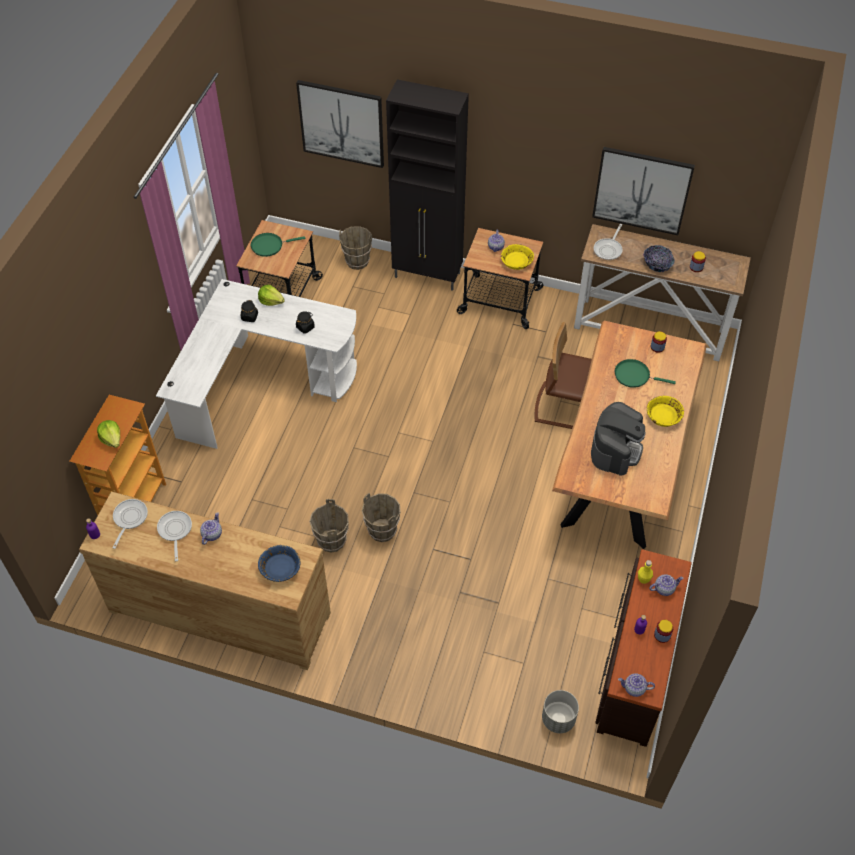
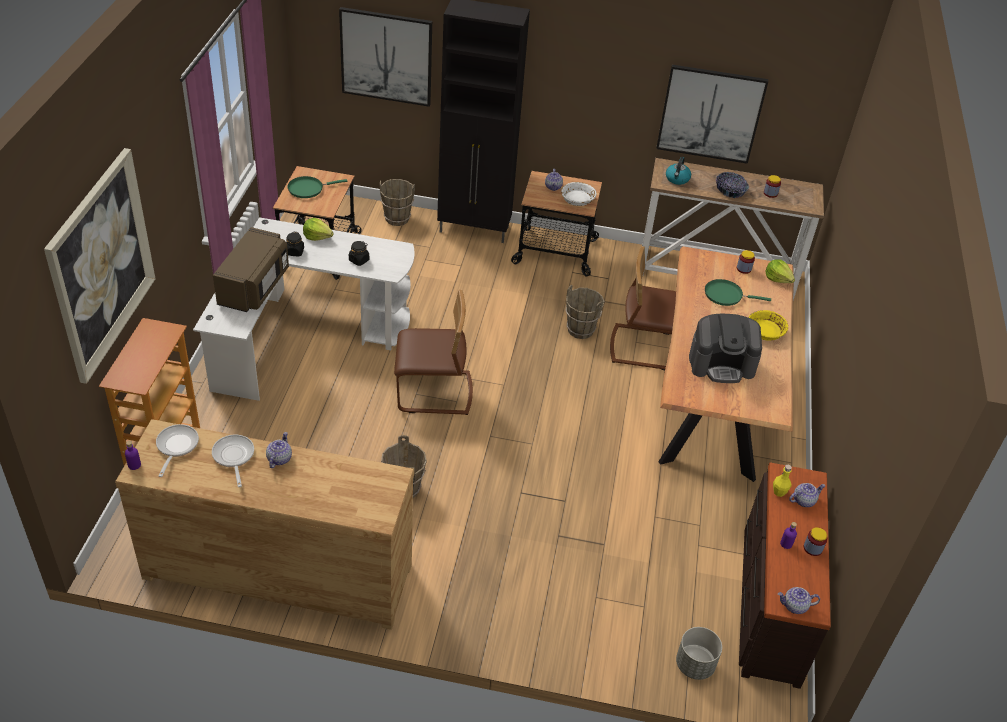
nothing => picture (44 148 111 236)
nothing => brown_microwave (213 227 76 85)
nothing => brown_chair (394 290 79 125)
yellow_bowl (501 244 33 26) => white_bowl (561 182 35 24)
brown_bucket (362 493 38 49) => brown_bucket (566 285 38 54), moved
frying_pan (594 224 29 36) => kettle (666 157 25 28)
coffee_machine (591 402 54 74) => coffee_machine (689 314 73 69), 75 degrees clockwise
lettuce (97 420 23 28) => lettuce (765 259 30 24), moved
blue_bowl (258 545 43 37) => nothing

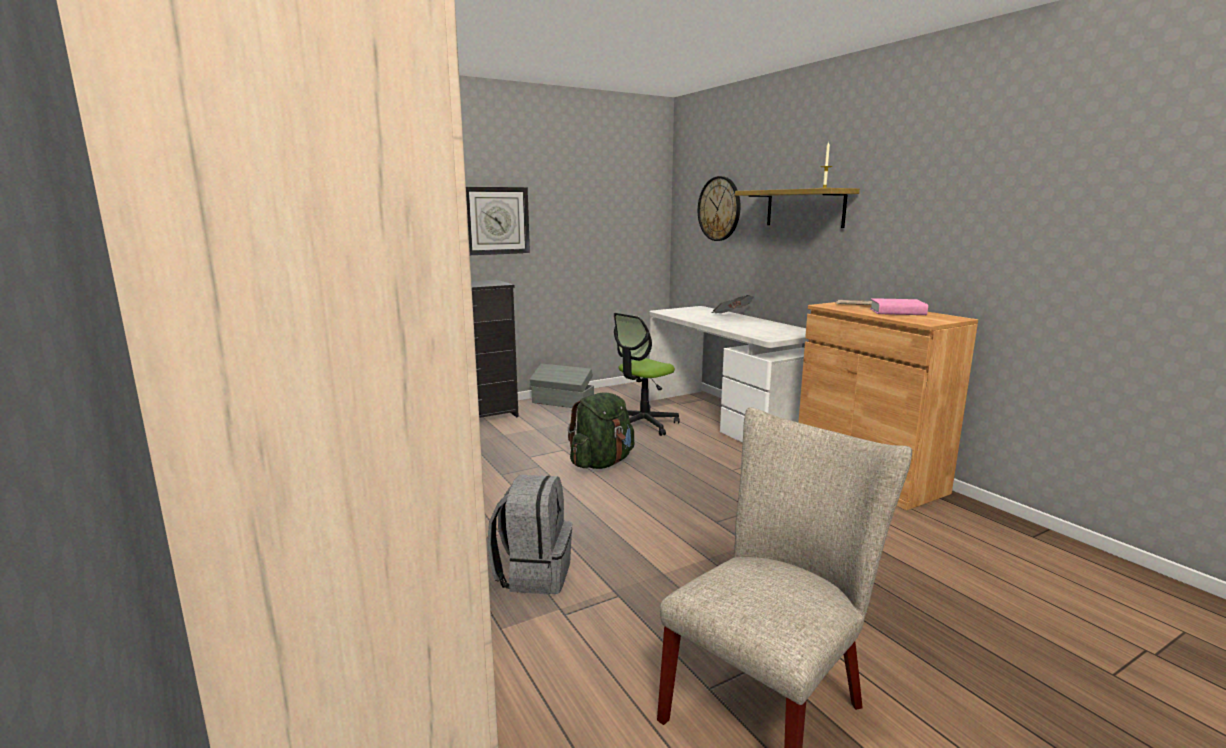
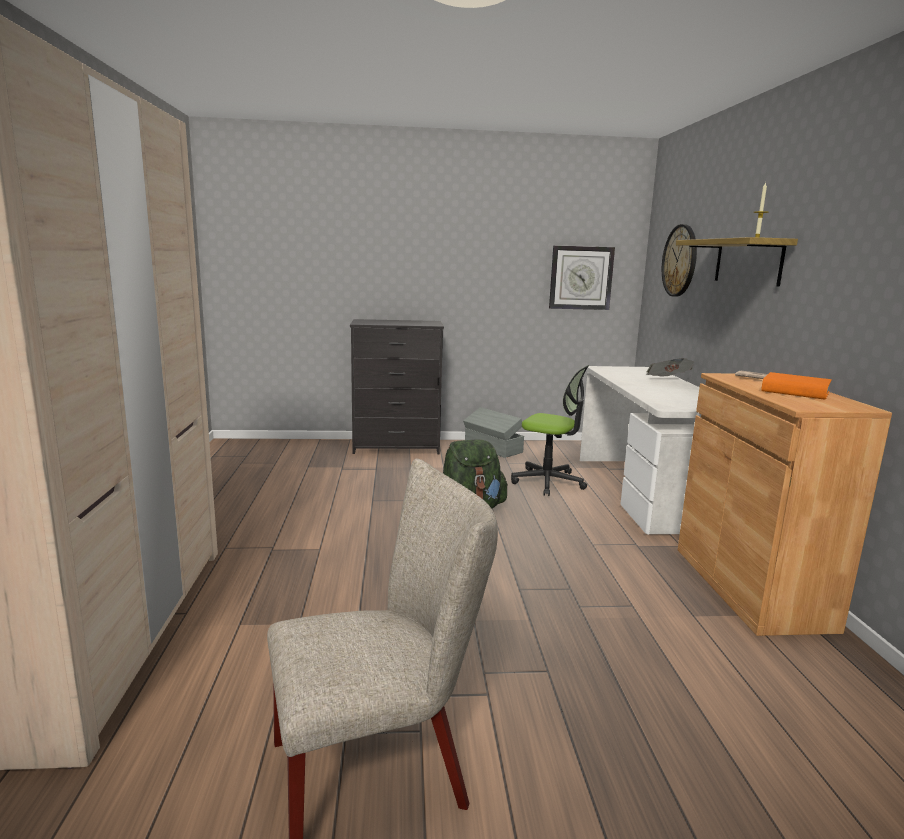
office_chair (614 313 66 123) => office_chair (511 365 78 131), 135 degrees counterclockwise
wall_clock (466 186 64 69) => wall_clock (549 245 66 65), moved
pink_book (870 298 58 17) => orange_book (761 372 71 28)
grey_backpack (488 475 84 119) => nothing

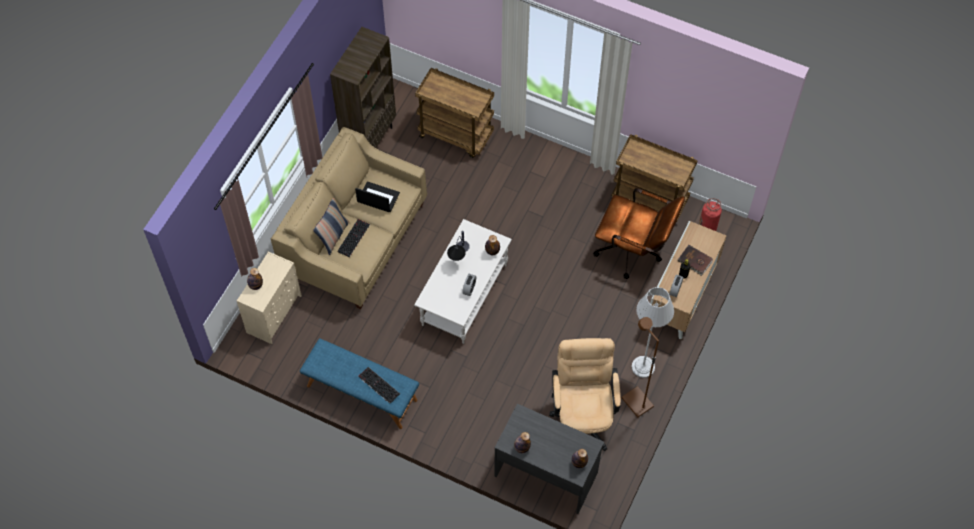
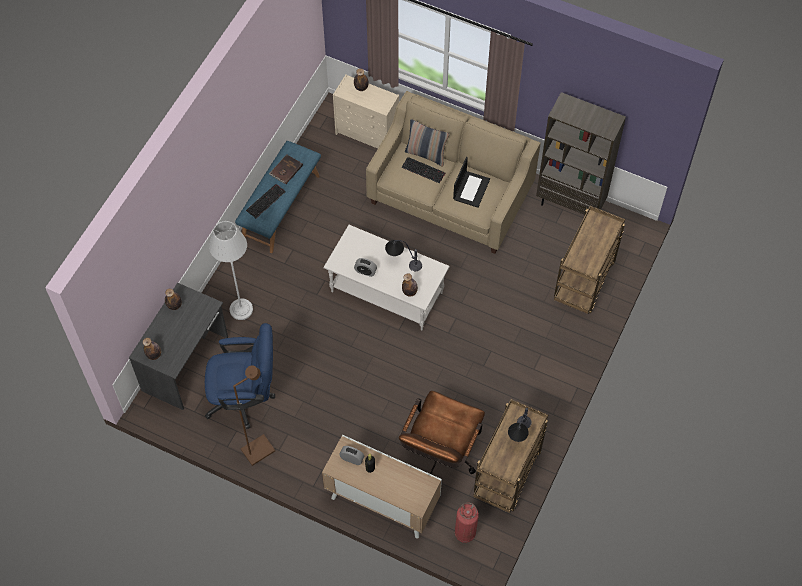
beige_office_chair (549 338 72 114) => blue_office_chair (205 323 70 106)
grey_floor_lamp (632 287 42 91) => grey_floor_lamp (209 221 44 99), moved
brown_book (678 245 35 31) => brown_book (269 154 34 30), moved
nothing => table_lamp (508 408 24 34)

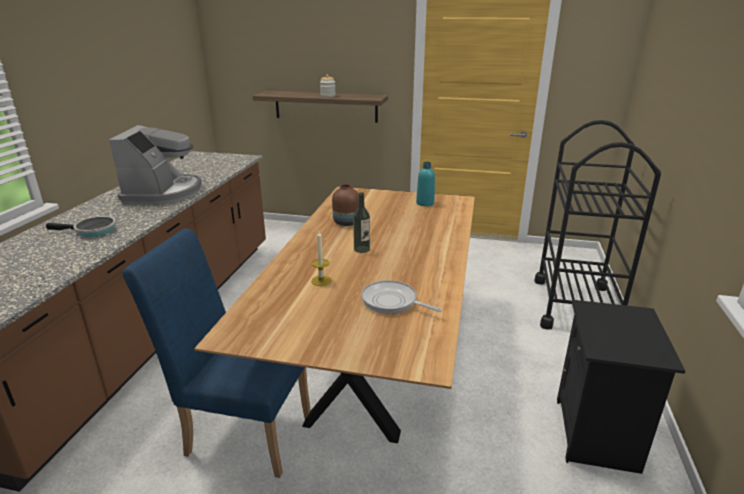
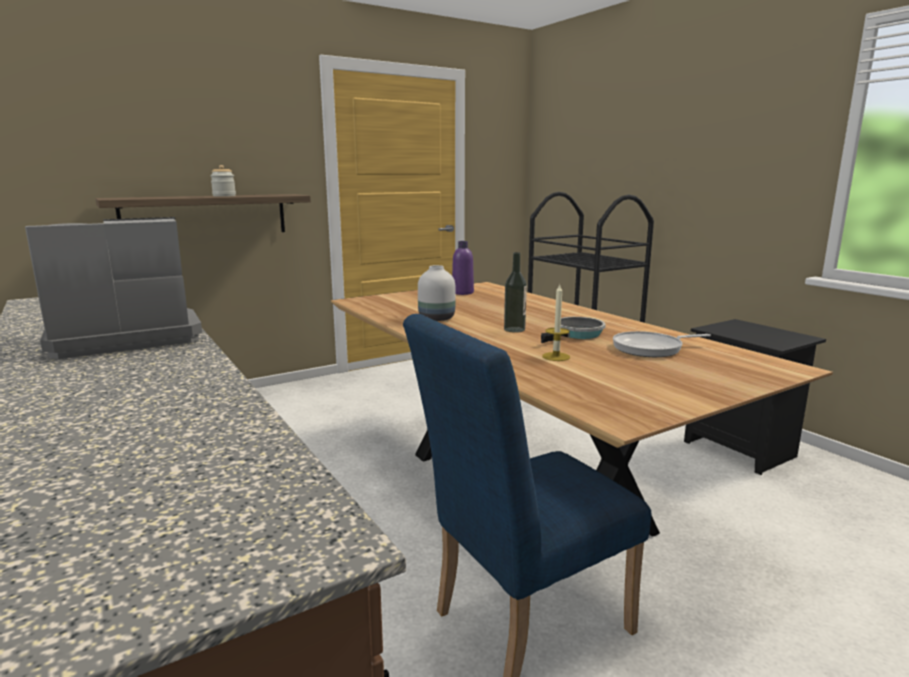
coffee_machine (109 125 93 80) => coffee_machine (25 217 177 142), 75 degrees counterclockwise
brown_vase (332 184 27 42) => white_vase (418 265 38 56)
turquoise_bottle (416 162 19 44) => purple_bottle (452 241 22 54)
frying_pan (46 216 70 21) => frying_pan (541 317 65 26), moved

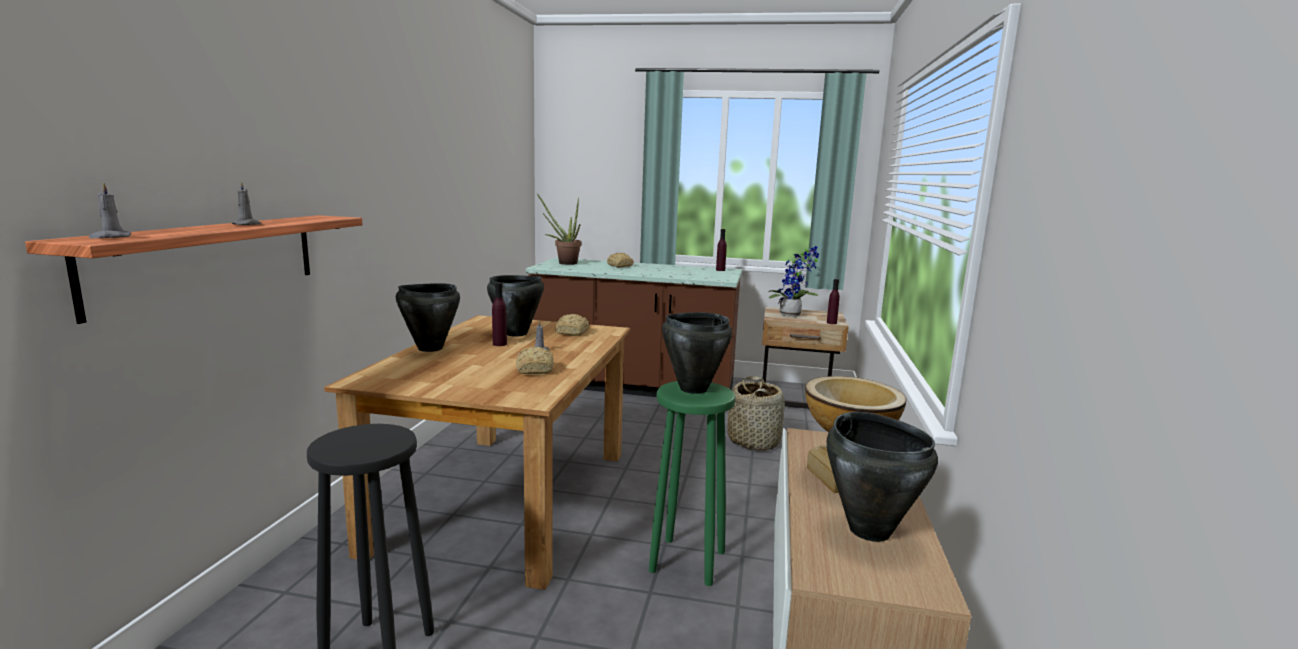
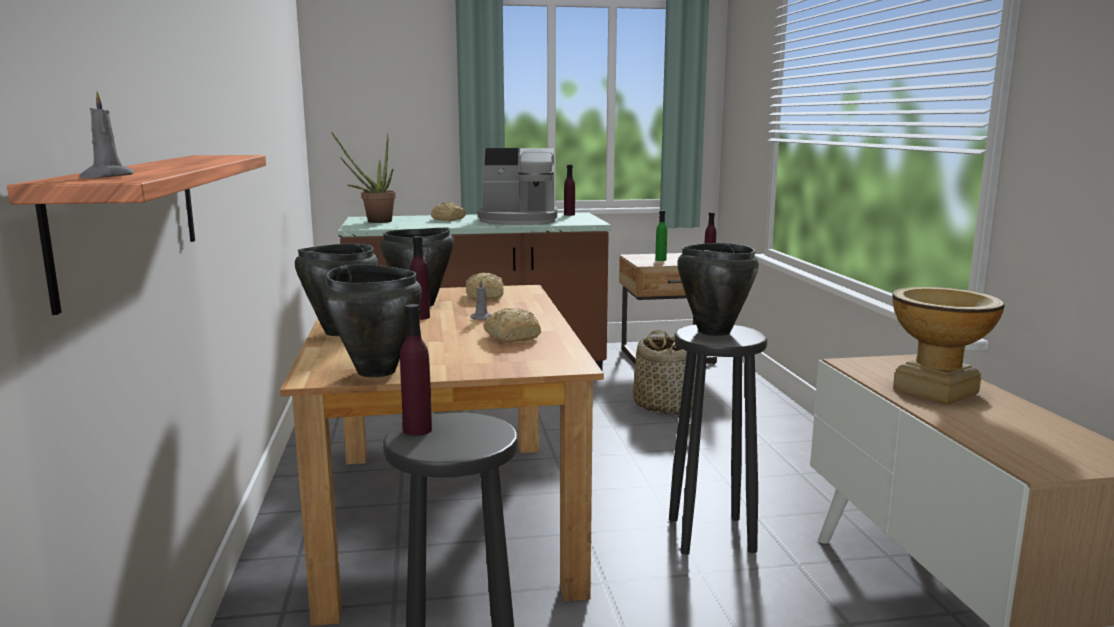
black_cooking_pot (827 412 111 130) => black_cooking_pot (322 264 100 113), moved
nothing => purple_bottle (400 304 32 132)
nothing => coffee_machine (477 148 80 77)
potted_plant (768 246 51 71) => green_bottle (655 210 12 51)
green_stool (649 381 87 205) => black_stool (669 325 98 230)
grey_candle (232 180 29 45) => nothing

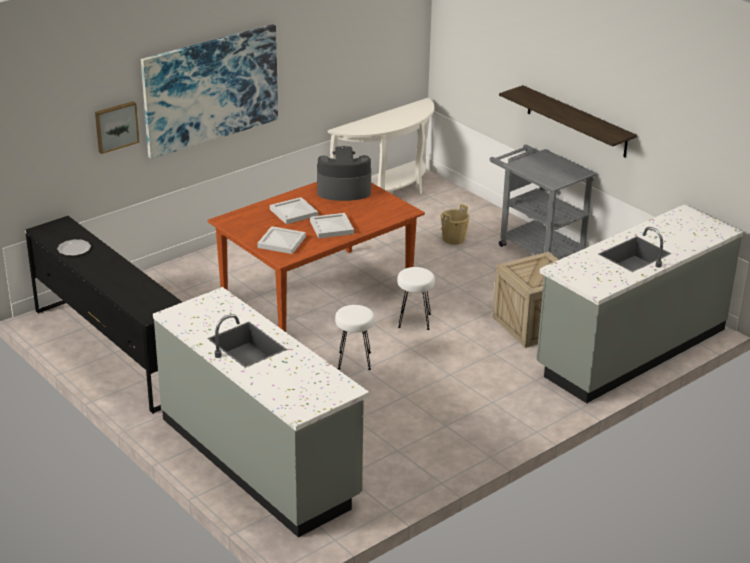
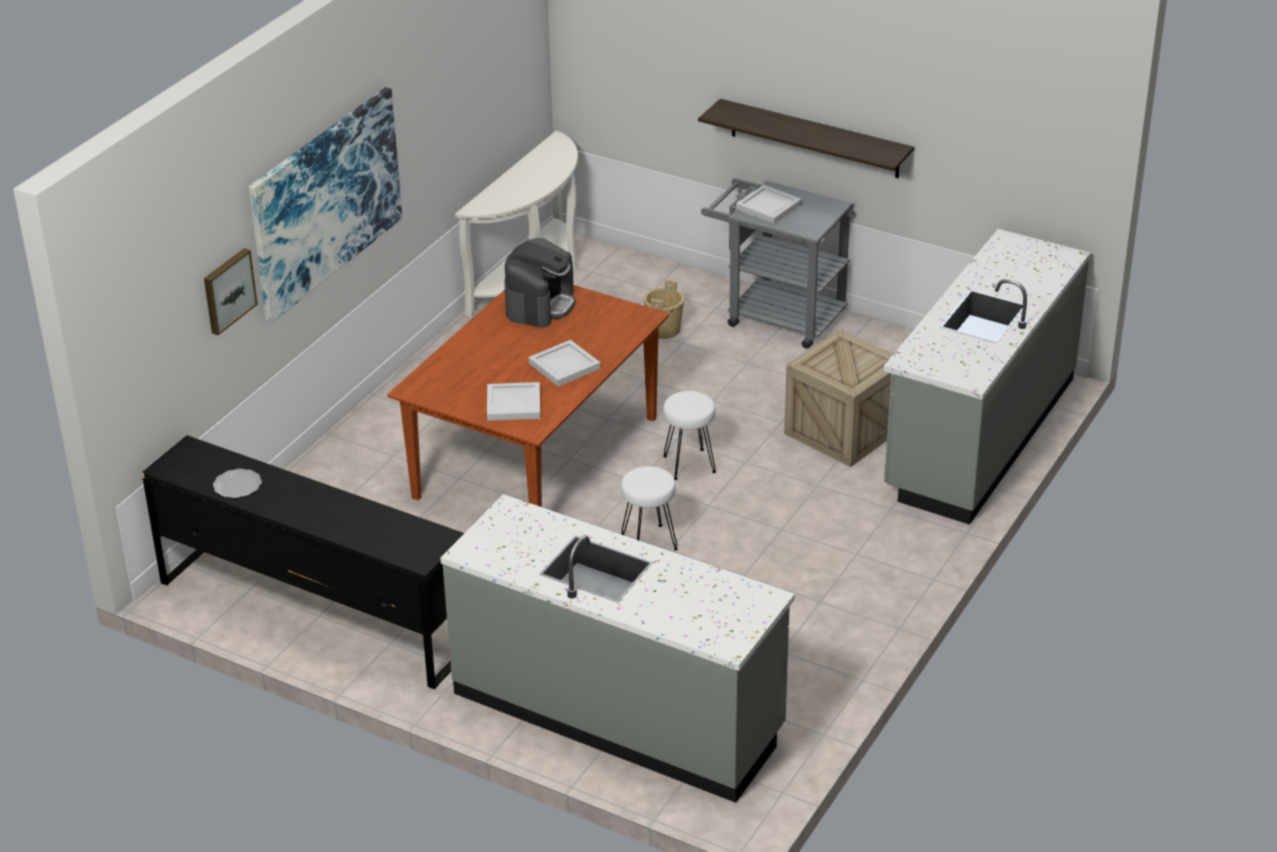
coffee_machine (317 146 54 55) => coffee_machine (504 238 72 90), 135 degrees clockwise
white_tray (270 197 48 27) => white_tray (736 185 66 39), moved

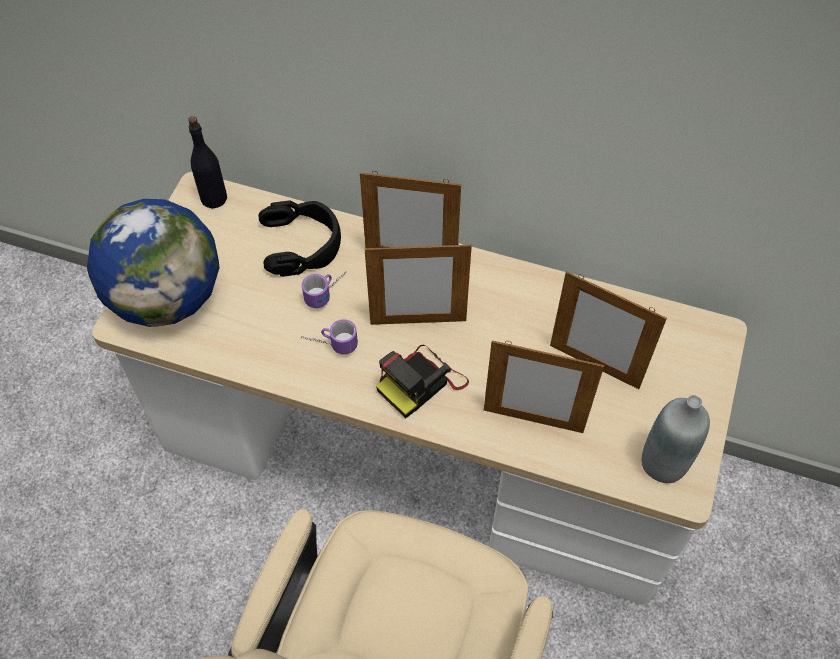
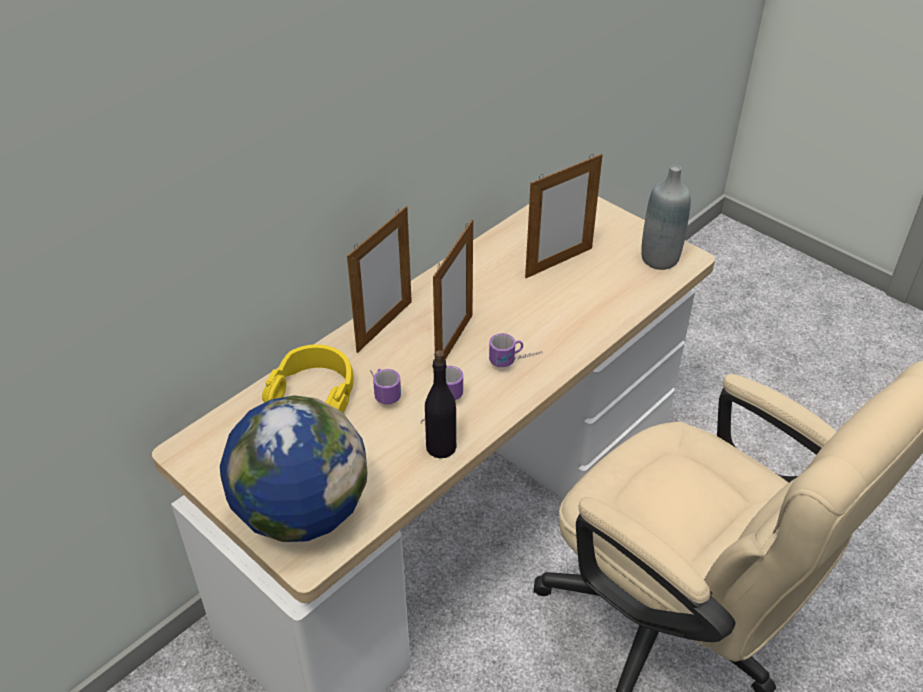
black_headphones (258 200 83 77) => yellow_headphones (262 344 92 69)
black_bottle (188 116 39 92) => black_bottle (425 350 31 108), moved
photo_camera (376 345 93 73) => mug (489 333 53 34)
picture_frame (484 340 120 93) => nothing

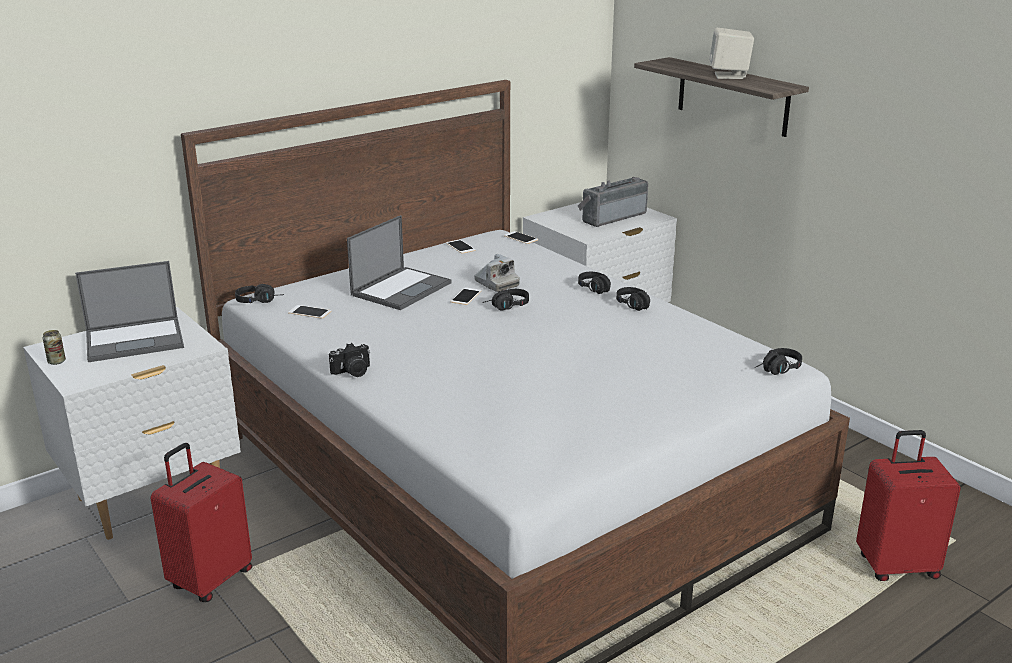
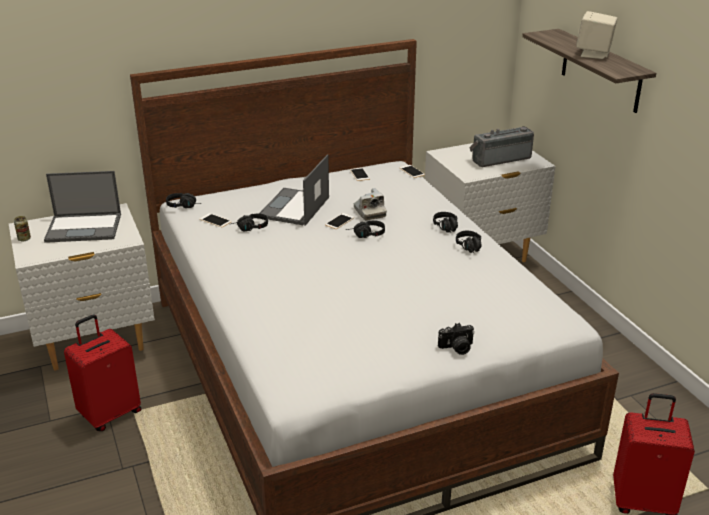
black_headphones (754 348 48 27) => black_headphones (231 214 37 17), moved
laptop (347 215 104 95) => laptop (259 154 70 72), 150 degrees clockwise
photo_camera (329 343 41 34) => photo_camera (438 323 37 32), moved

